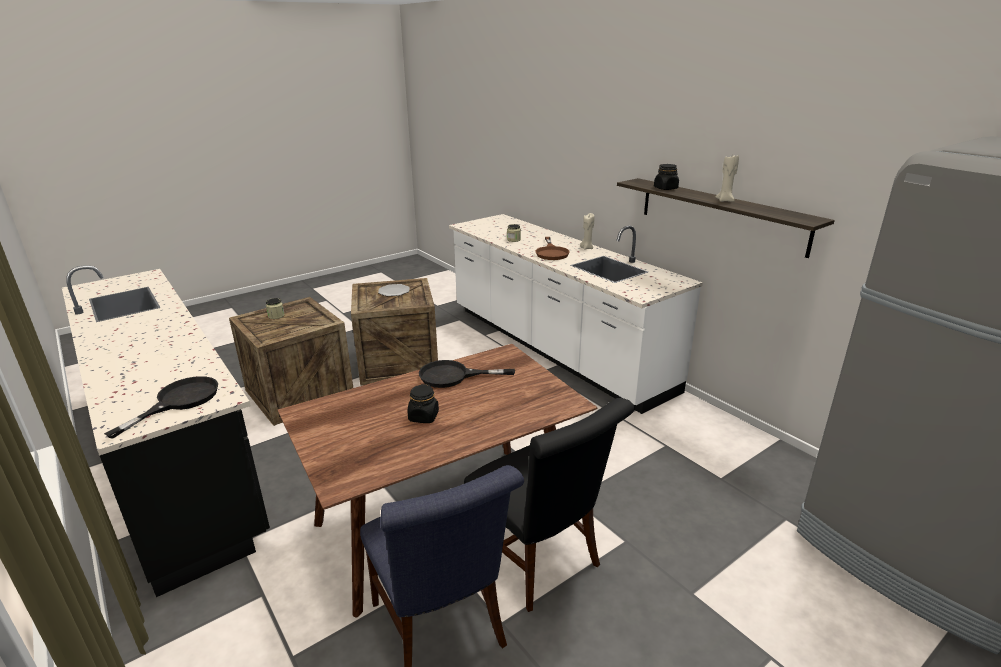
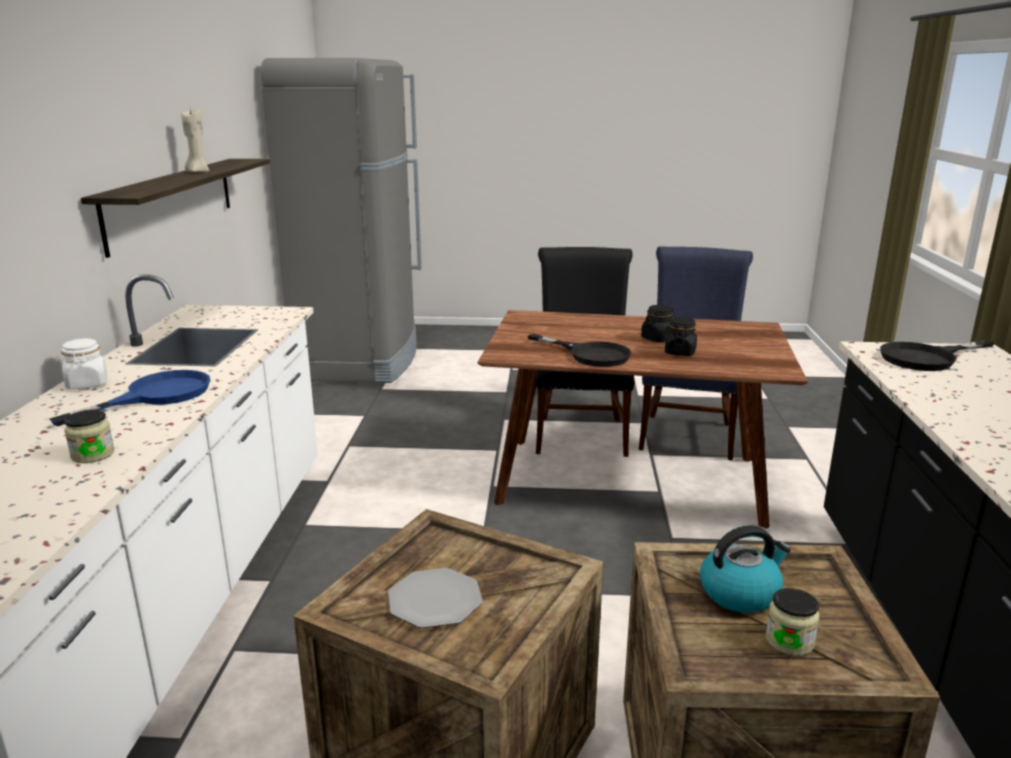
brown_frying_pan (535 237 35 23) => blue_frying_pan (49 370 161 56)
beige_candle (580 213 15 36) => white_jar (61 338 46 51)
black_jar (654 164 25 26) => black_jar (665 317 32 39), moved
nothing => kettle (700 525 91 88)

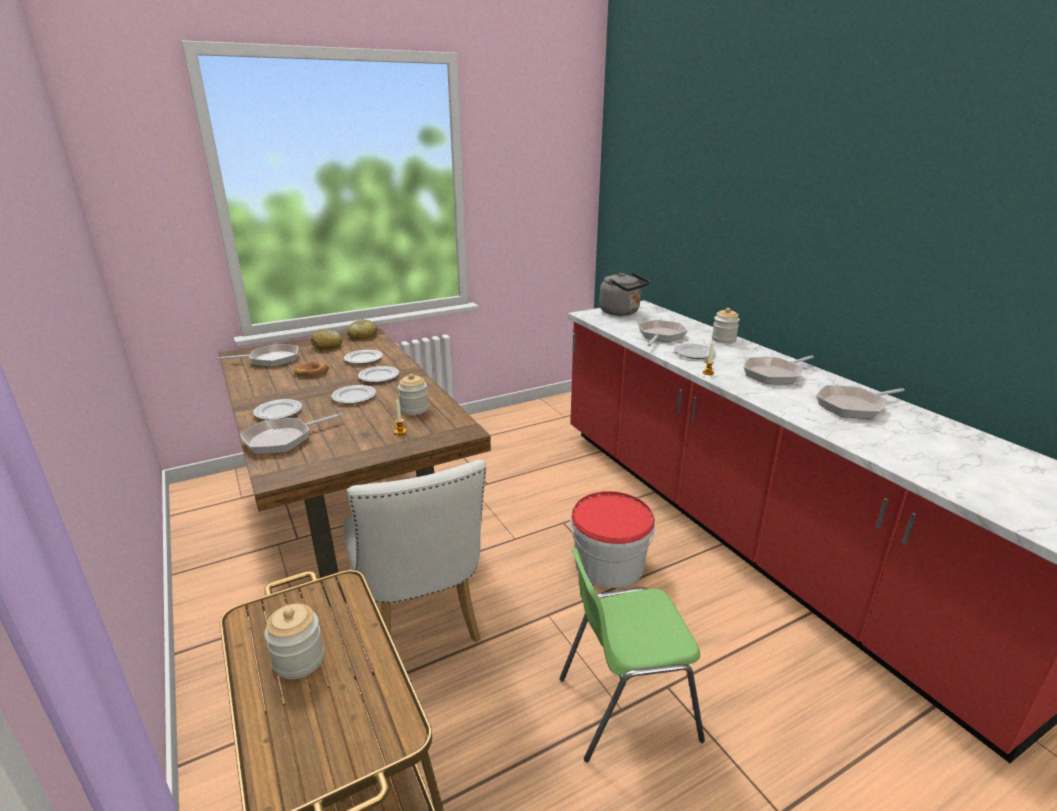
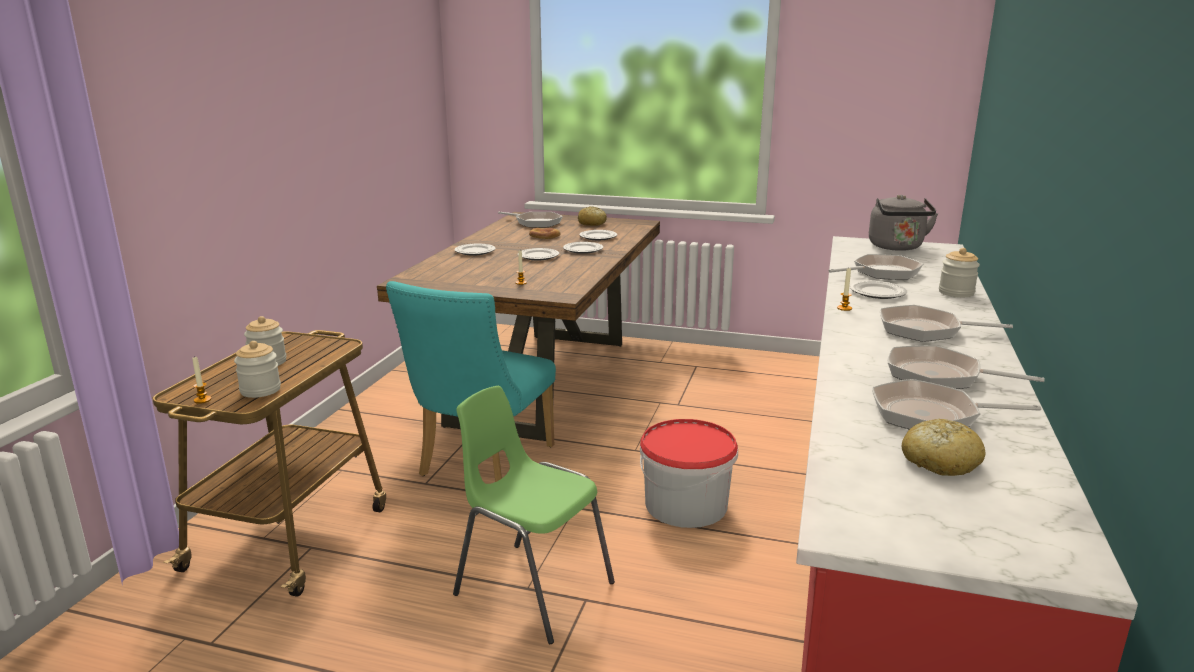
nothing => candle (192 356 19 48)
jar (398 374 31 41) => jar (234 341 47 57), moved
white_chair (343 460 143 182) => turquoise_chair (386 281 170 201)
frying_pan (240 413 103 41) => frying_pan (872 379 169 51), moved
bread (347 319 30 20) => bread (902 418 83 58), moved

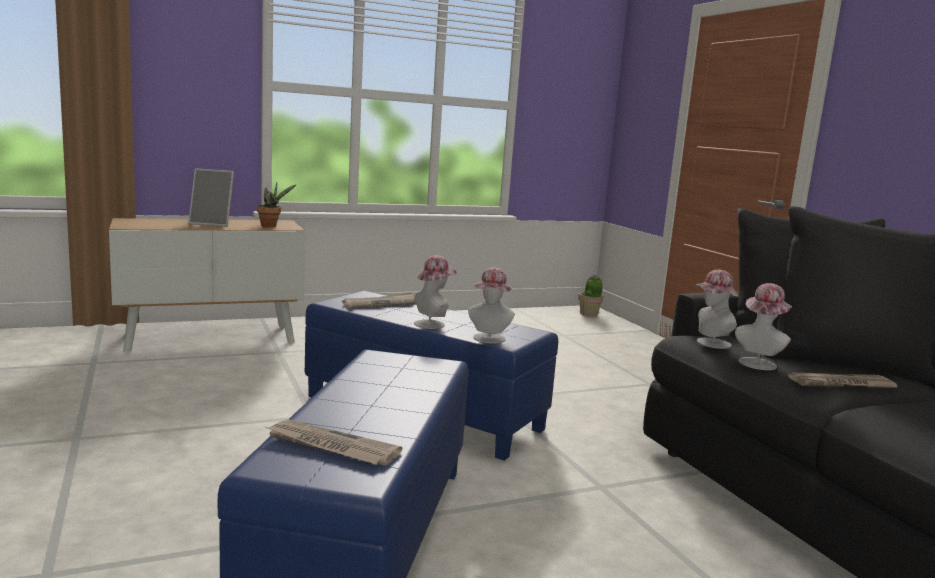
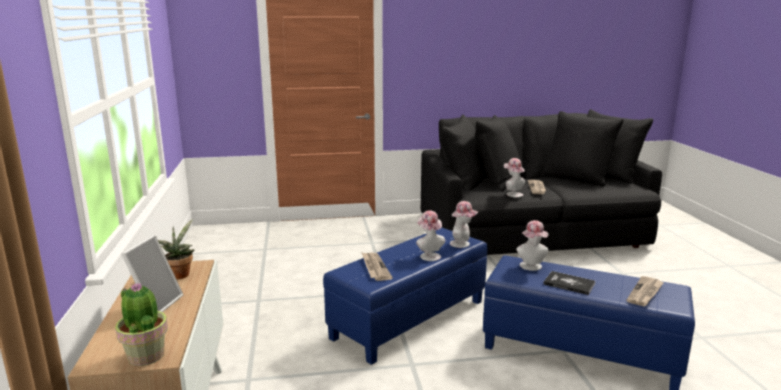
potted_plant (578 274 25 43) => potted_plant (115 282 53 84), moved
hat (695 270 44 79) => hat (516 220 32 51), moved
nothing => book (543 271 52 24)

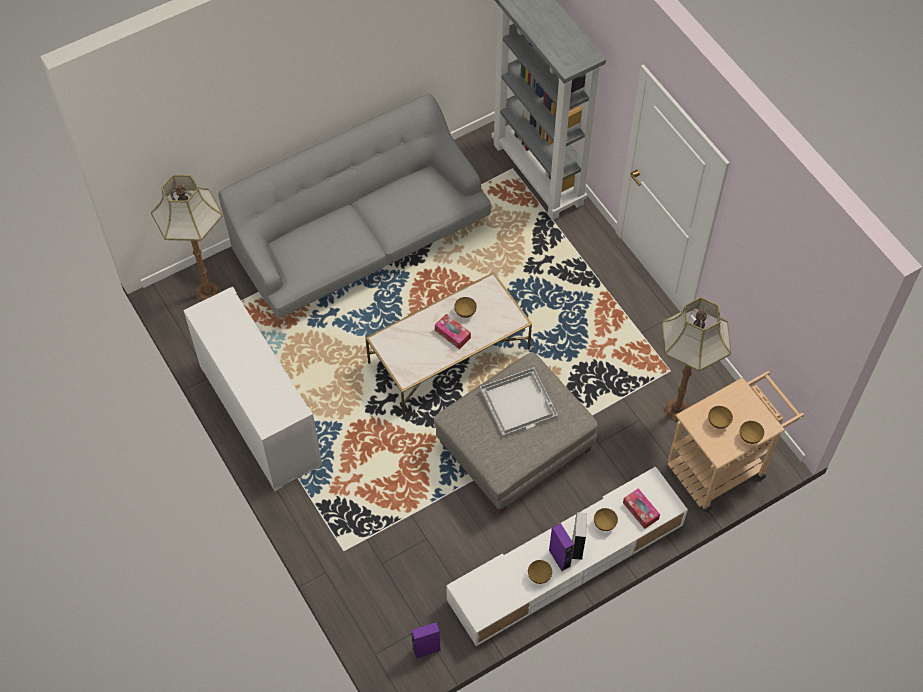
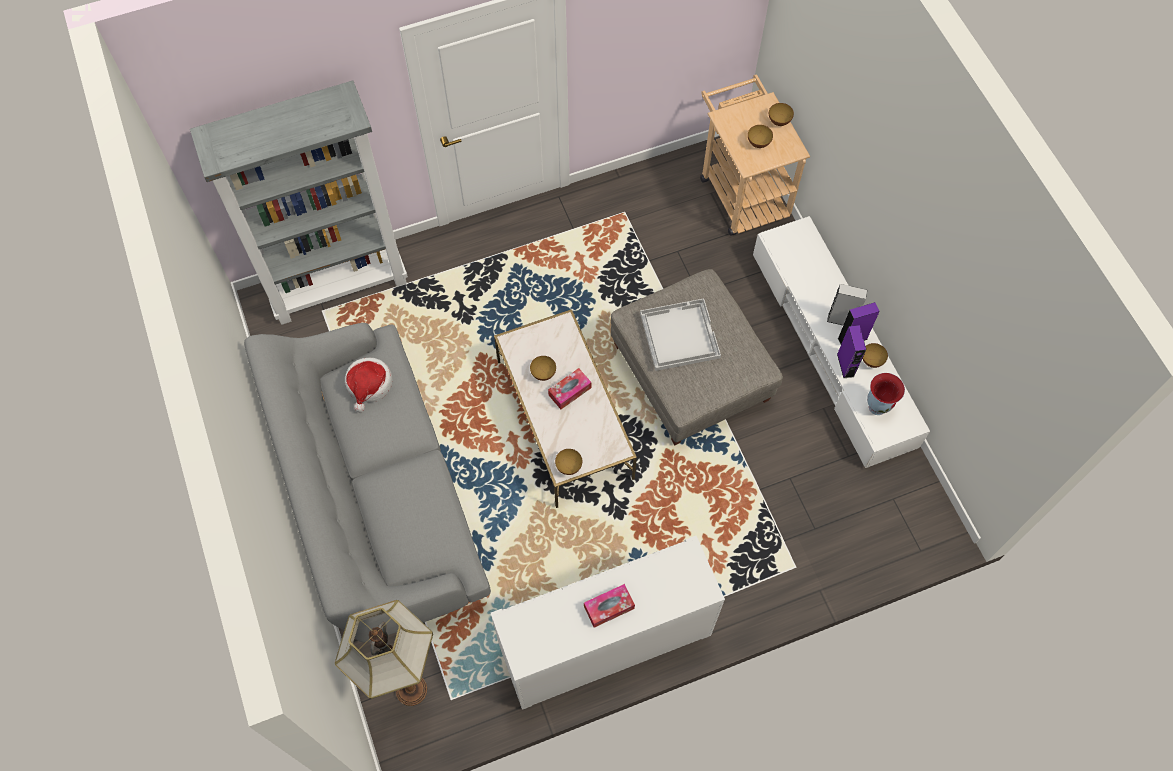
nothing => hat (345 358 48 55)
bowl (594 508 24 23) => bowl (555 449 27 26), moved
tissue_box (623 489 37 40) => tissue_box (584 584 51 44), moved
purple_speaker (411 622 30 36) => purple_speaker (837 325 29 53), moved
nothing => vase (867 373 38 42)
floor_lamp (662 297 69 124) => nothing

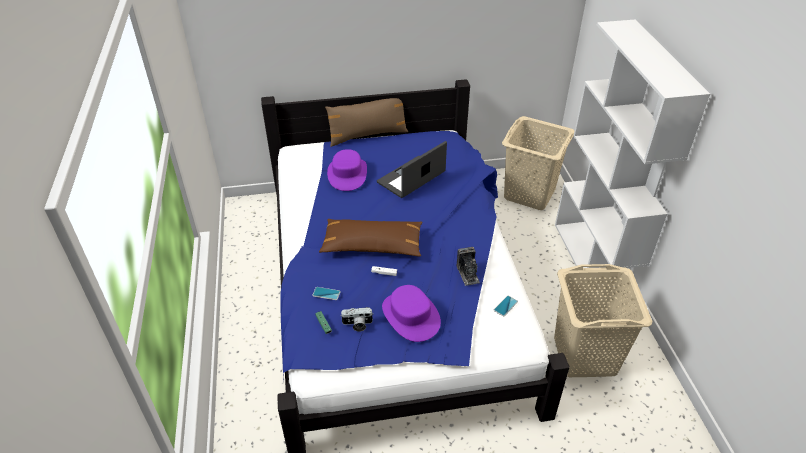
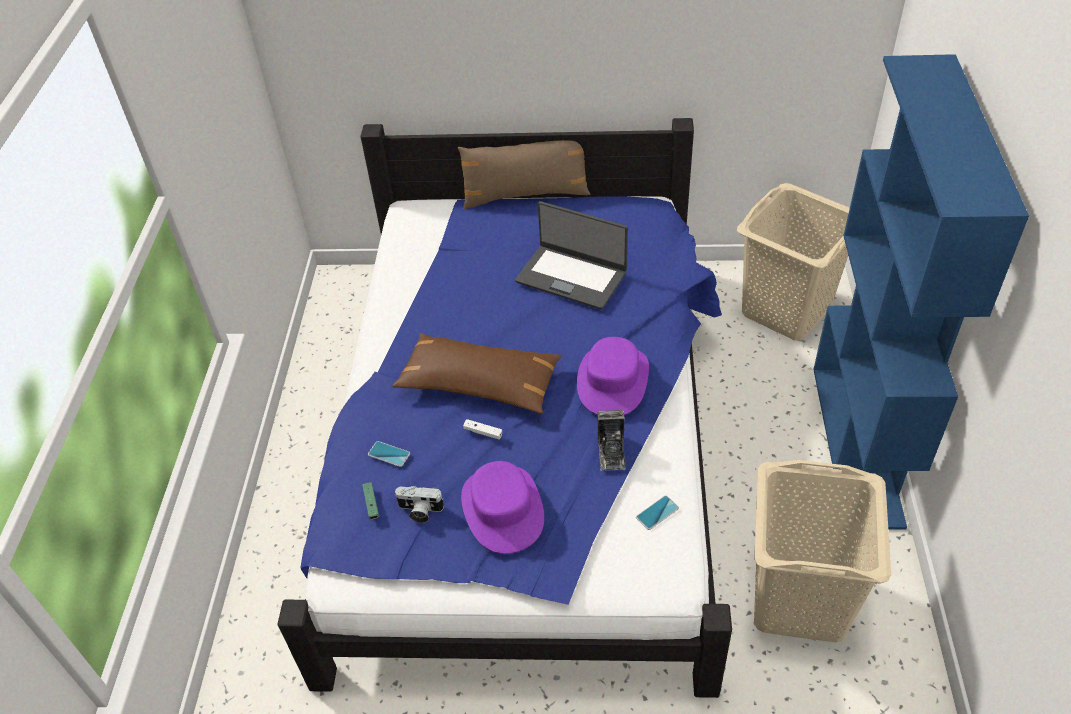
laptop (377 141 70 57) => laptop (515 201 113 109), 120 degrees counterclockwise
purple_hat (327 149 40 42) => purple_hat (577 337 72 78), moved
white_bookcase (555 19 155 268) => blue_bookcase (813 54 216 476)

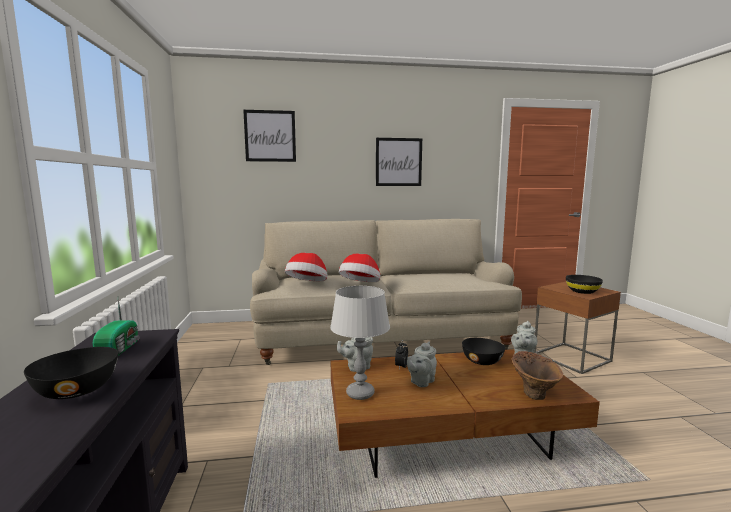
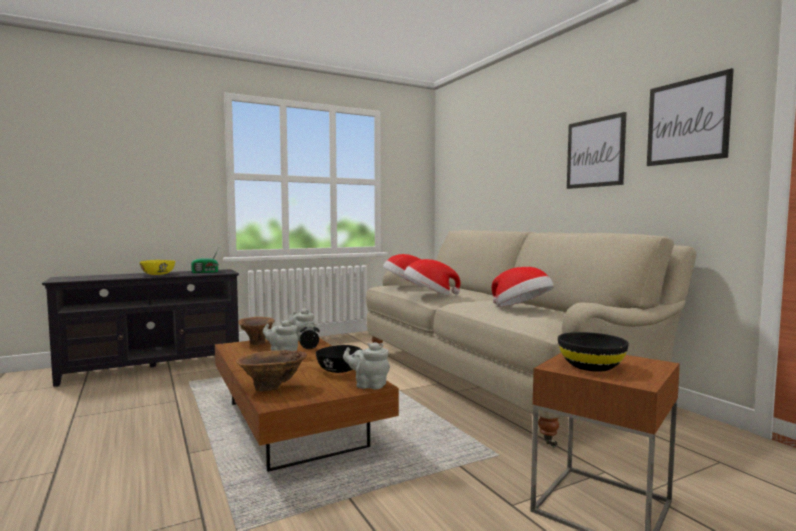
black_bowl (24 347 94 52) => yellow_bowl (139 260 36 15)
grey_table_lamp (330 286 60 114) => brown_vase (238 317 37 28)
nothing => hat (492 267 62 40)
picture (243 110 53 52) => picture (647 68 87 98), moved

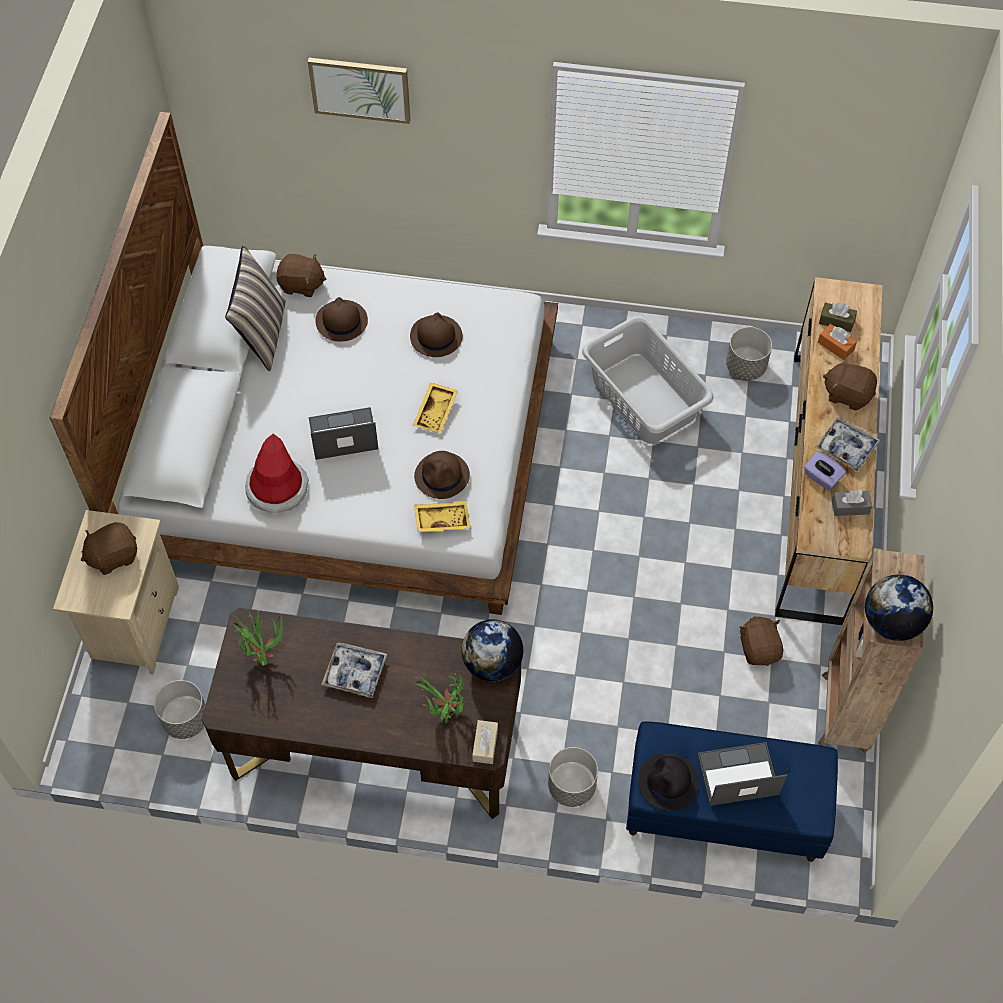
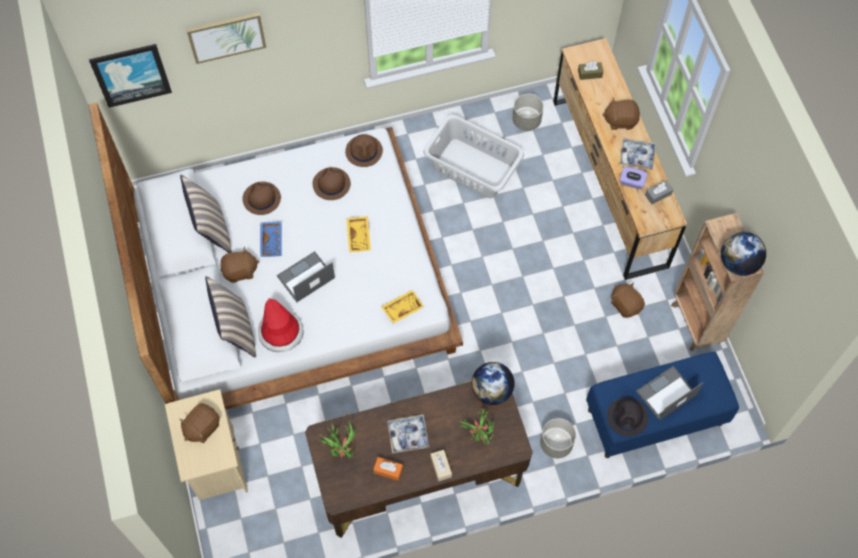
nothing => picture (89 44 83 64)
nothing => pillow (205 276 51 81)
brown_plush_toy (276 254 50 43) => brown_plush_toy (220 247 39 36), moved
nothing => blue_tray (260 222 22 35)
brown_hat (414 451 56 48) => brown_hat (345 134 38 33), moved
orange_tissue_box (818 324 39 36) => orange_tissue_box (373 457 30 24), moved
beige_tissue_box (472 720 26 44) => beige_tissue_box (430 450 22 31), moved
grey_planter (154 680 52 59) => nothing

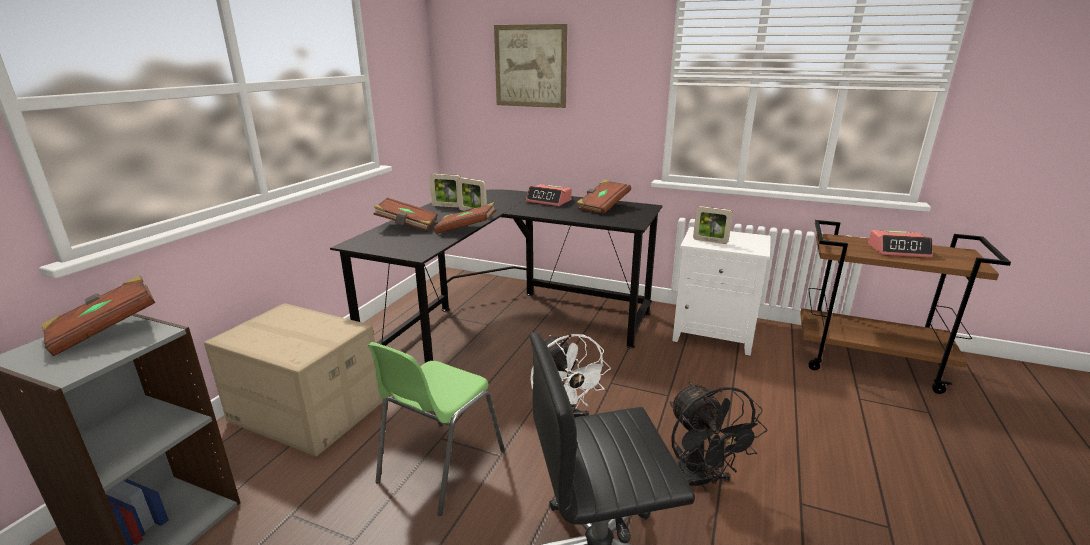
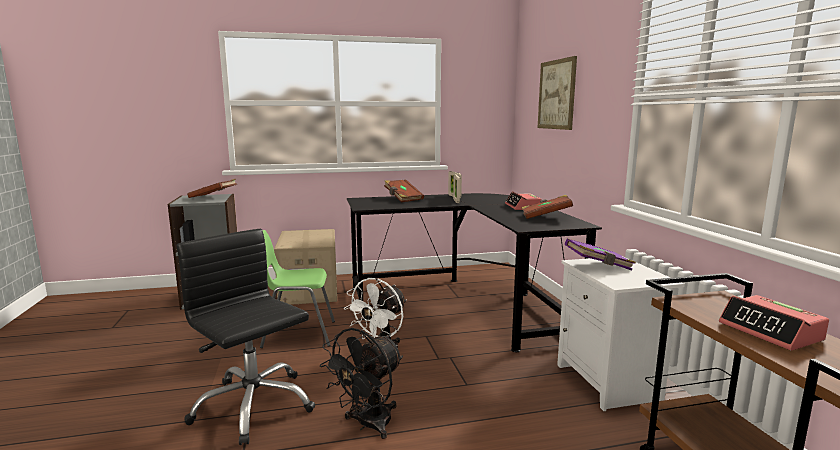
picture_frame (693 206 40 38) => purple_book (565 238 71 33)
brown_book (434 202 63 32) => nothing

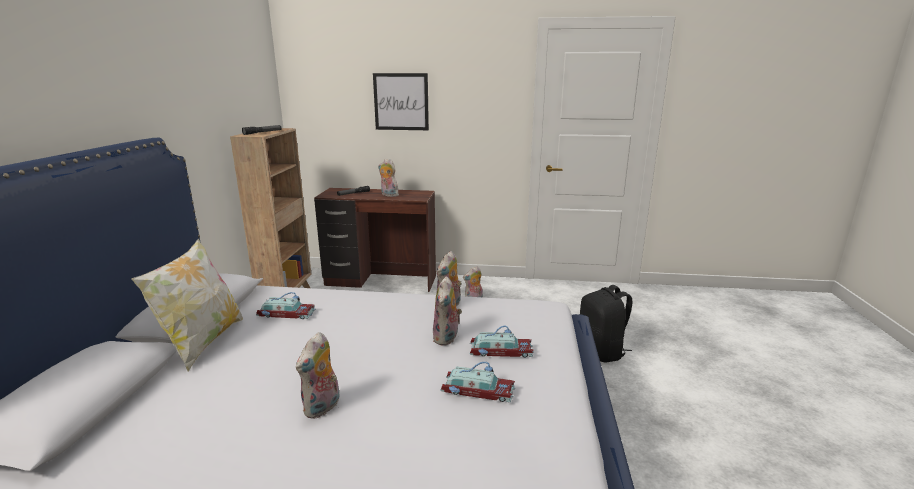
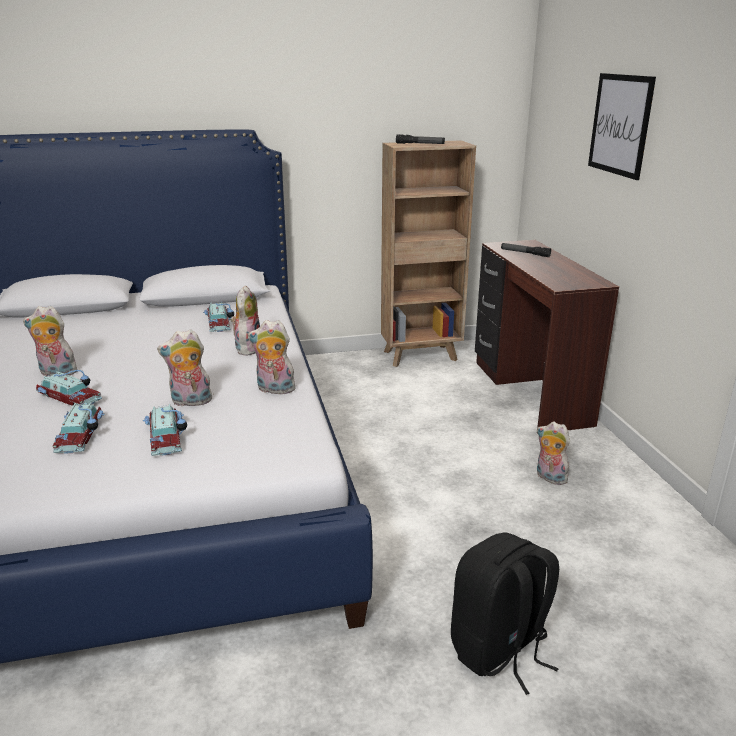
nothing => toy_car (36 370 66 36)
plush_toy (378 159 21 38) => plush_toy (231 285 29 71), moved
pillow (131 239 112 133) => nothing

